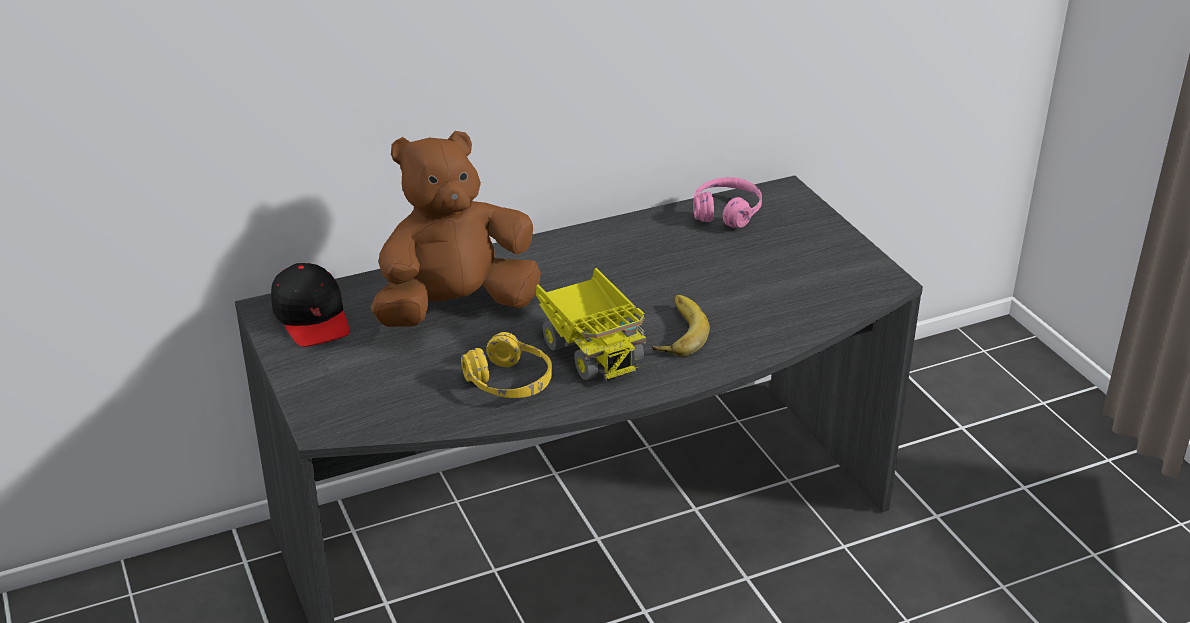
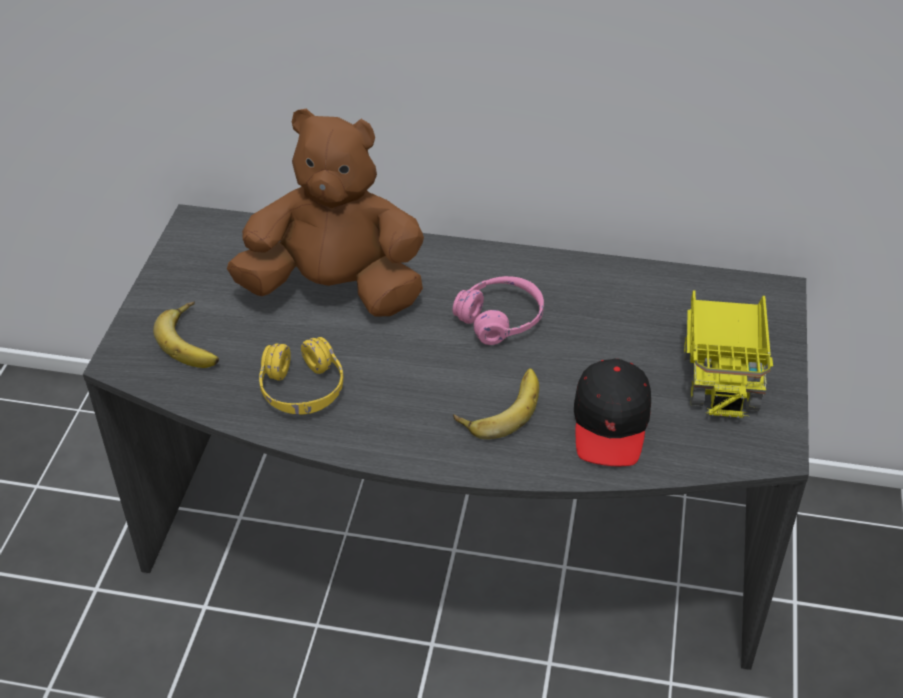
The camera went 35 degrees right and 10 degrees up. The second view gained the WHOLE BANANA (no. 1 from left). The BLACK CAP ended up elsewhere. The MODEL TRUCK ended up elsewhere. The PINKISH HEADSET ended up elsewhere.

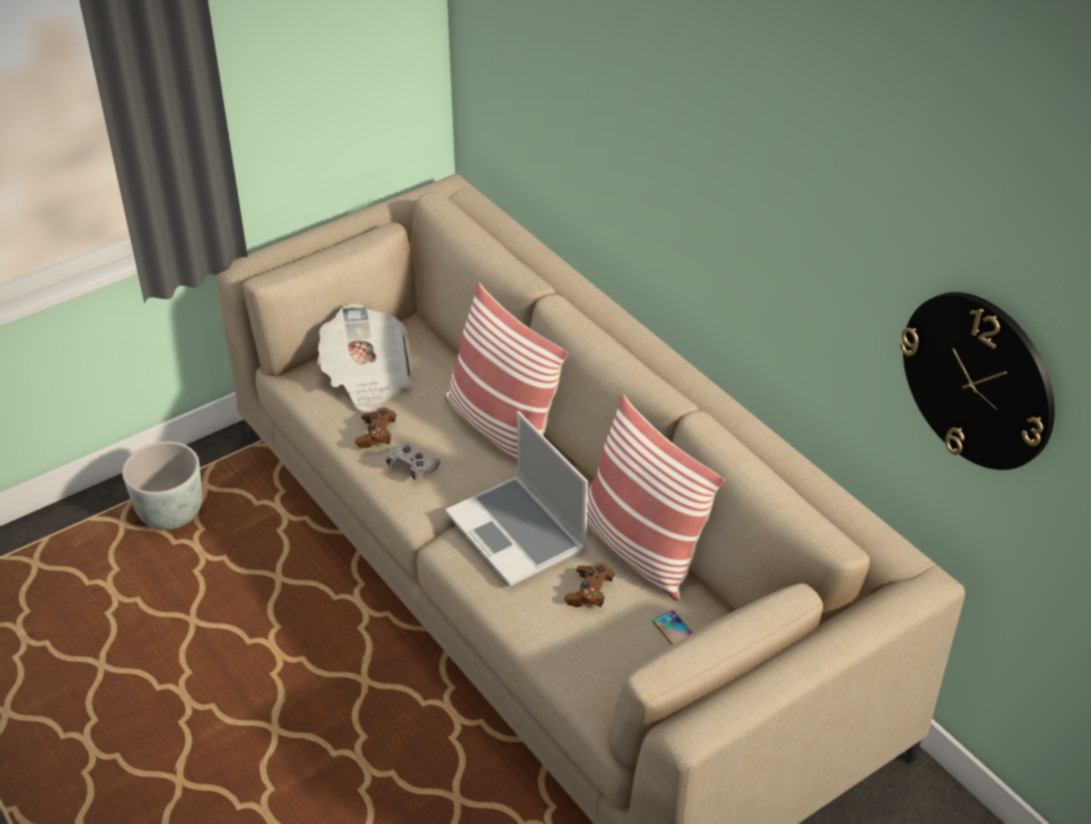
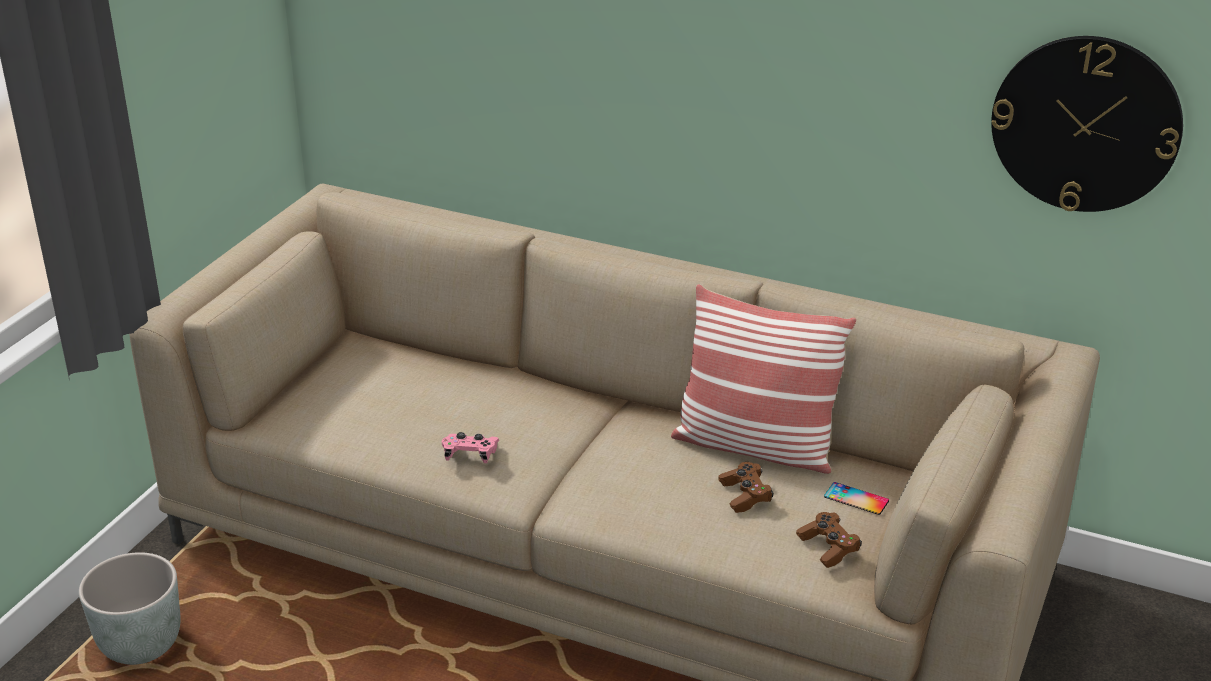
The camera went 30 degrees left and 10 degrees down. The second view lost the NEWSPAPER. The second view lost the THROW PILLOW (no. 1 from left). The second view lost the PORTABLE COMPUTER. The BROWN JOYPAD (no. 1 from left in the first image) ended up elsewhere. What was the GREYISH JOYPAD turned into the PINKISH JOYPAD.

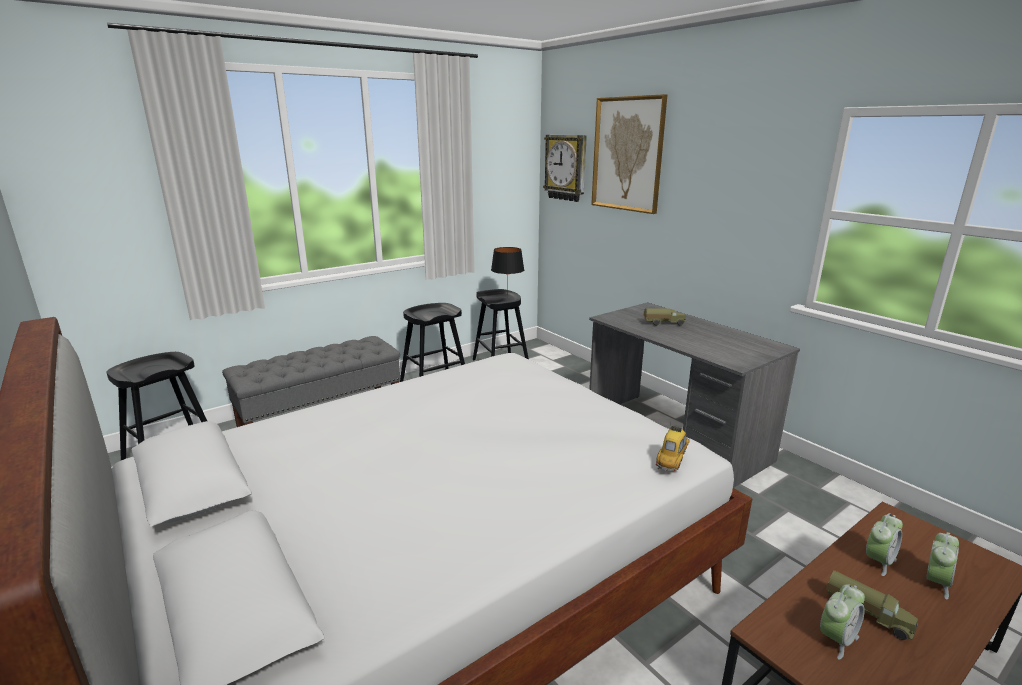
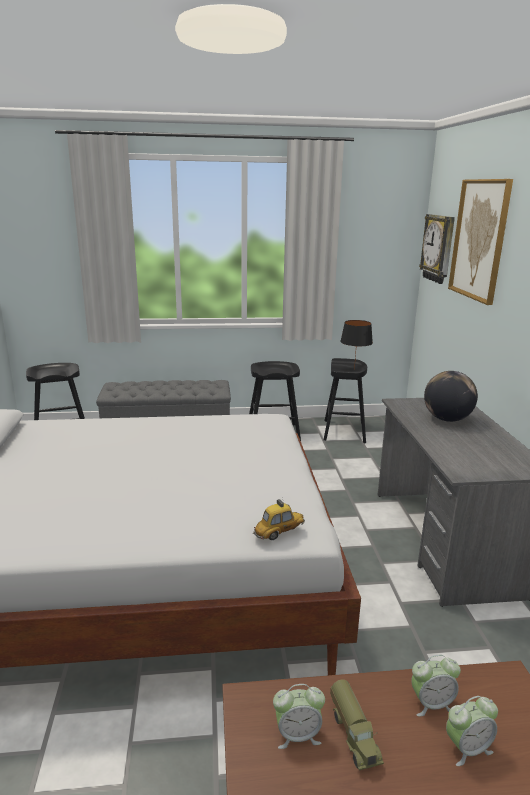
The camera went 30 degrees right and 0 degrees up. Where the MODEL TRUCK (no. 1 from left) stood, the WORLD GLOBE came to stand.

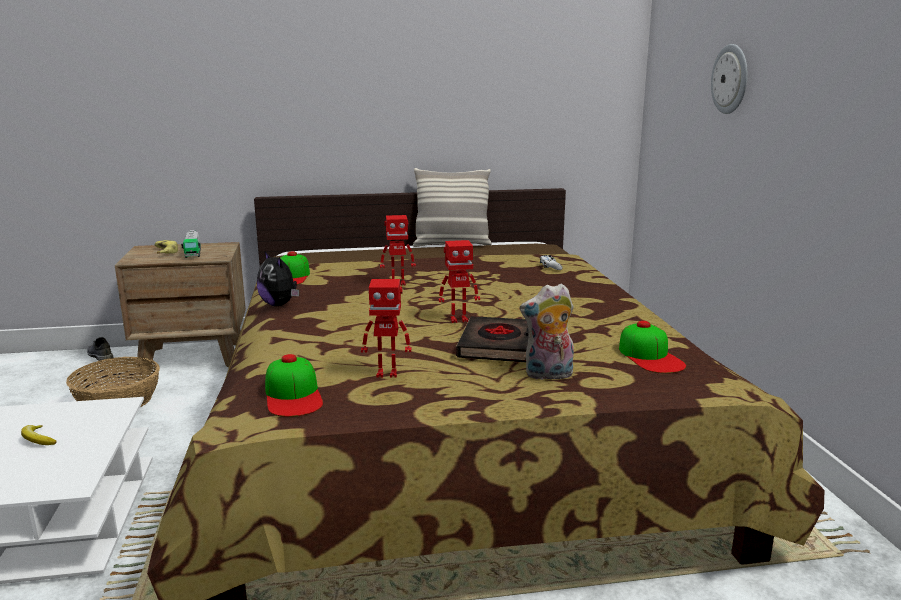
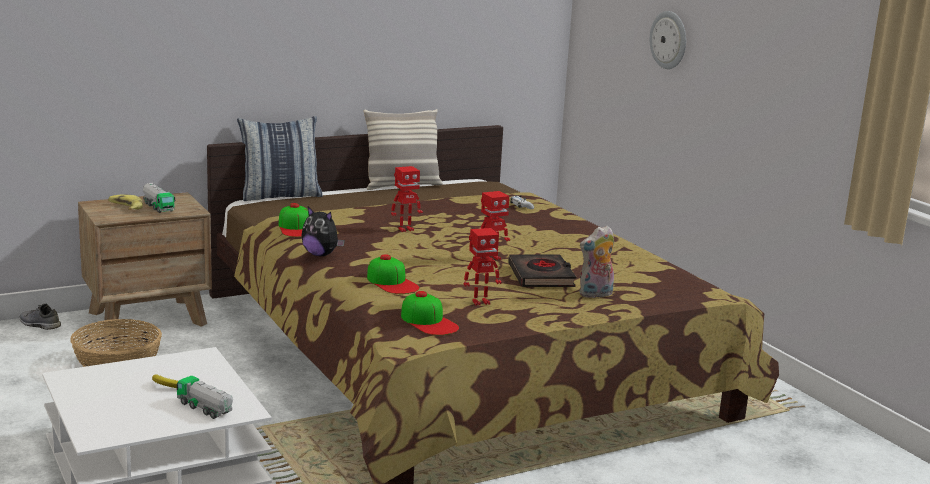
The camera went 20 degrees left and 0 degrees up. The second view gained the MODEL TRUCK (no. 2 from left). The second view gained the THROW PILLOW (no. 1 from left). The CAP (no. 3 from left in the first image) ended up elsewhere.

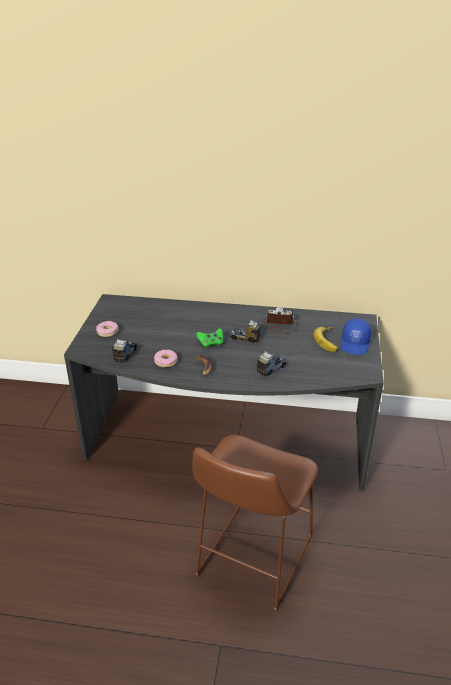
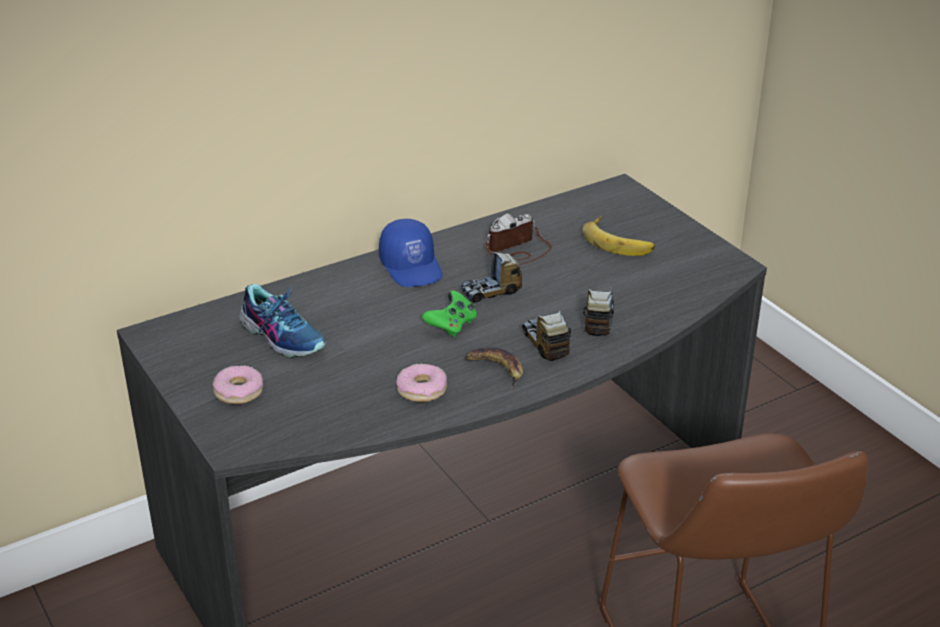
The camera went 40 degrees left and 0 degrees up. The second view gained the LOW SHOE. The MODEL TRUCK (no. 1 from left in the first image) ended up elsewhere. The BLUE-COLOURED CAP ended up elsewhere.

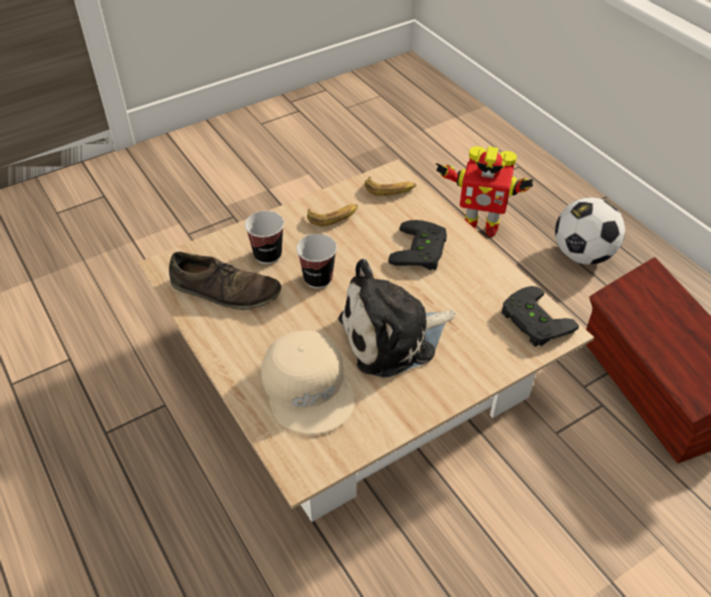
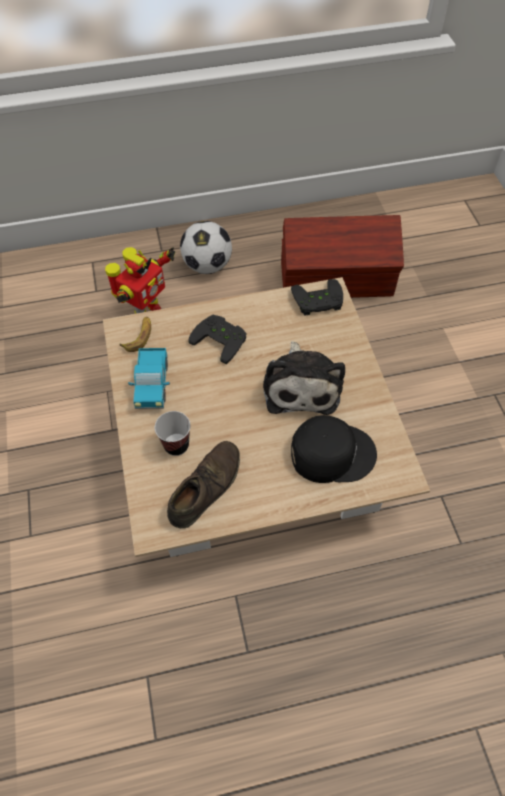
The camera went 70 degrees left and 10 degrees up. The second view lost the DRINKING CUP (no. 2 from left). Where the WHOLE BANANA (no. 1 from left) stood, the MODEL TRUCK came to stand. What was the BEIGE-COLOURED CAP turned into the BLACK CAP.

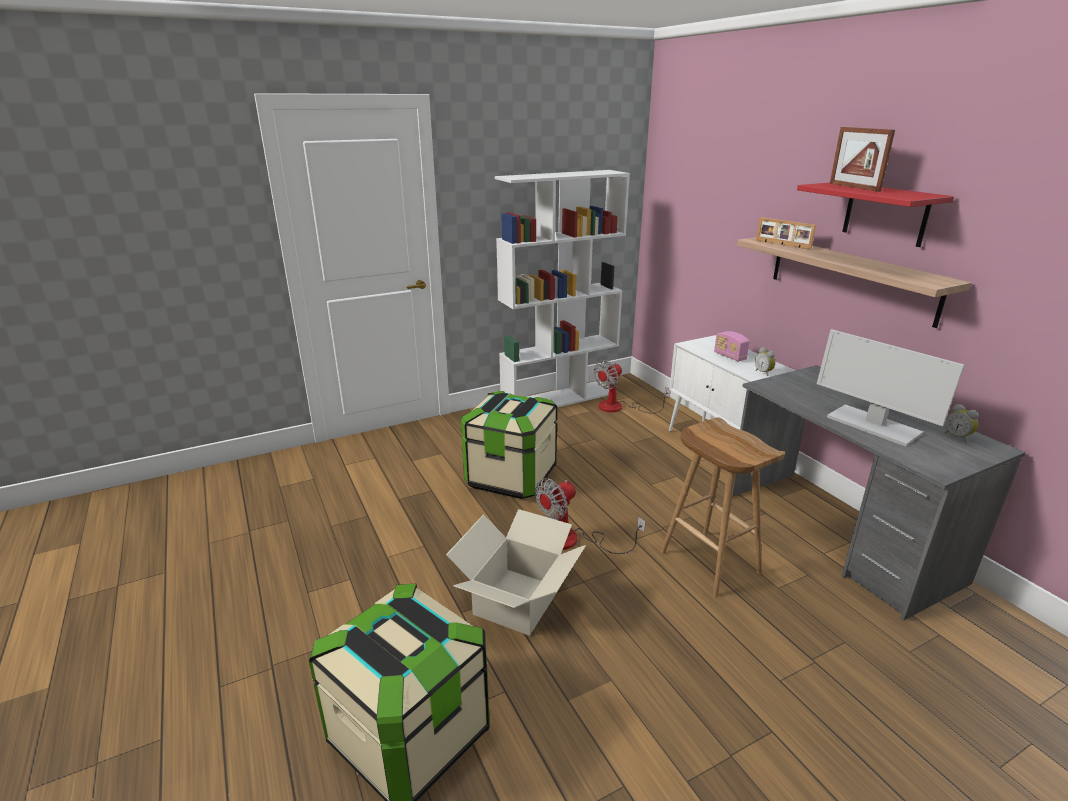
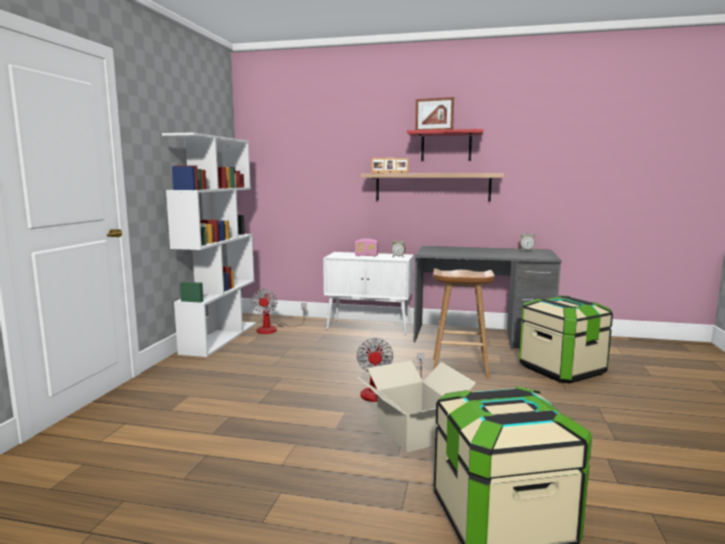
The camera went 50 degrees left and 15 degrees down. The second view lost the COMPUTER SCREEN. The STORAGE BOX (no. 2 from left) ended up elsewhere.

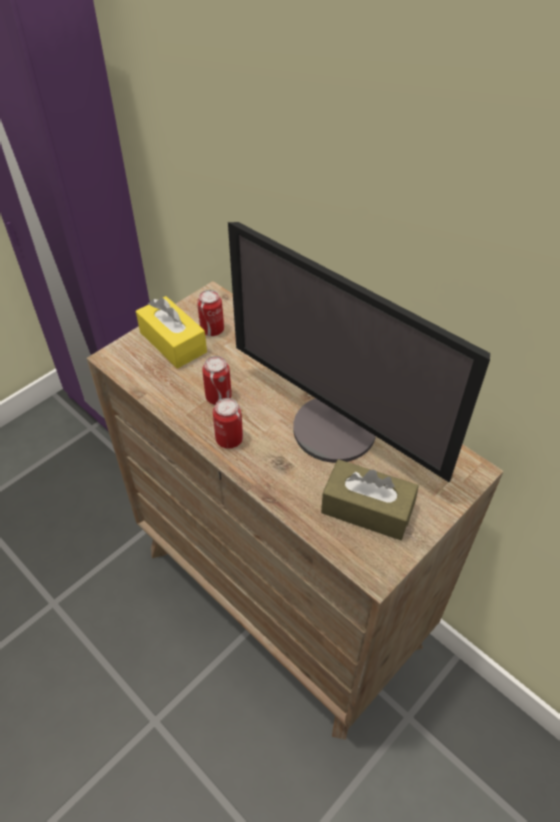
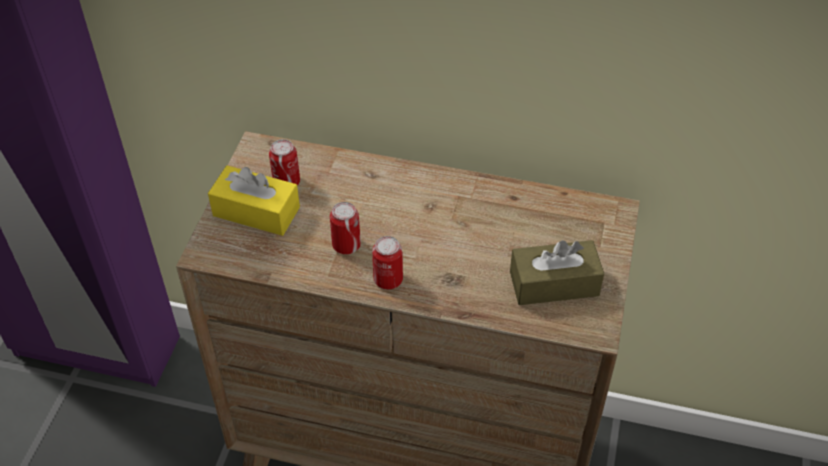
The camera went 30 degrees left and 0 degrees up. The second view lost the COMPUTER SCREEN.

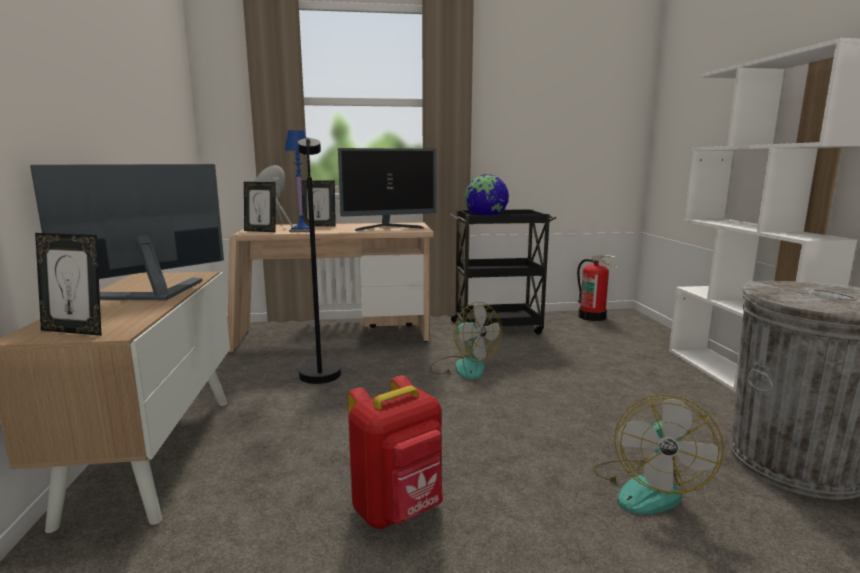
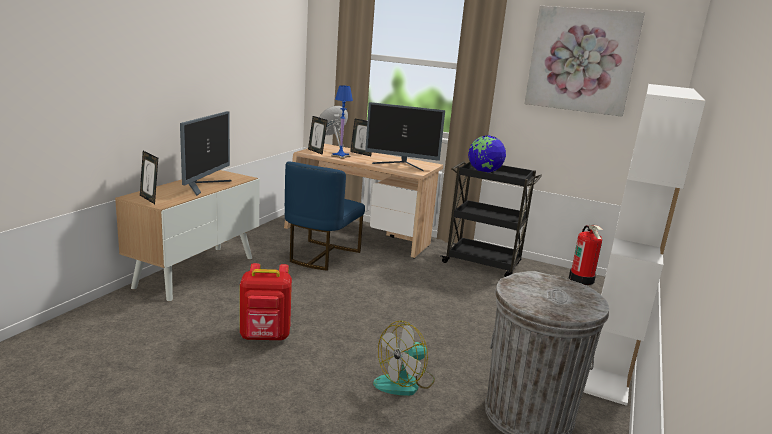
The camera went 30 degrees right and 5 degrees up. The second view lost the FAN (no. 1 from left). The second view gained the PICTURE. Where the BLACK STANDING LAMP stood, the BLUE-COLOURED PLAIN CHAIR came to stand. The COMPUTER SCREEN (no. 1 from left) ended up facing another way, 120 degrees clockwise from before.

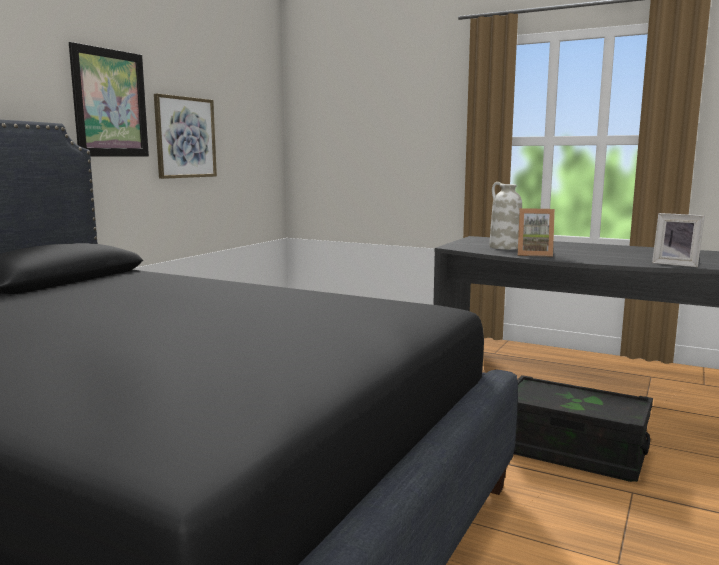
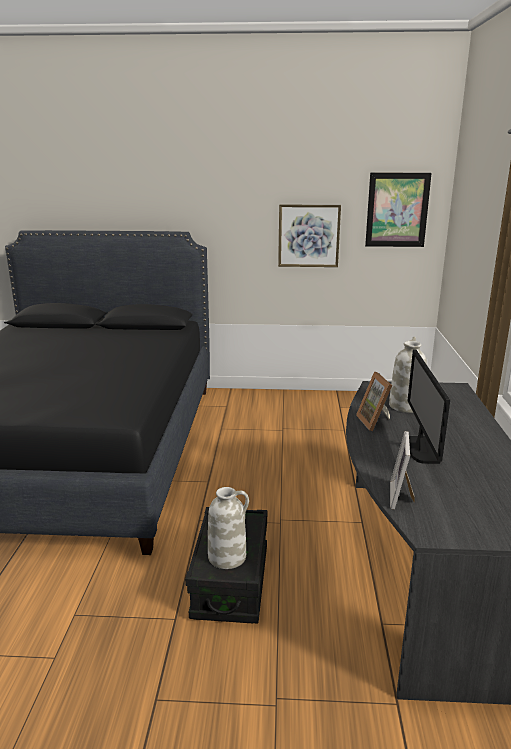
The camera went 65 degrees right and 10 degrees up. The second view gained the WHITE-COLOURED VASE (no. 1 from left). The second view gained the COMPUTER SCREEN. The PICTURE (no. 1 from left in the first image) ended up elsewhere.

